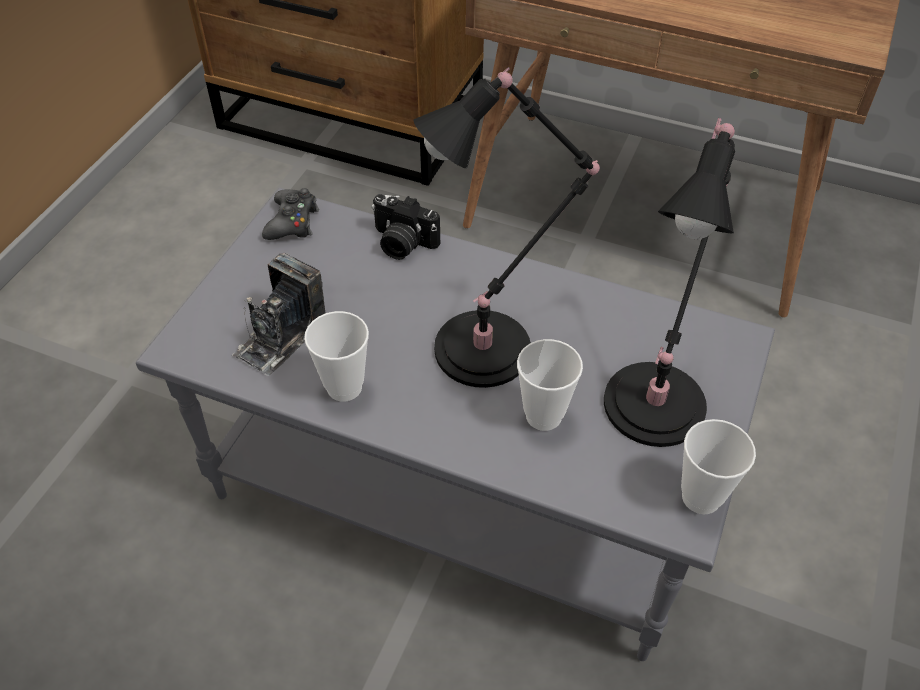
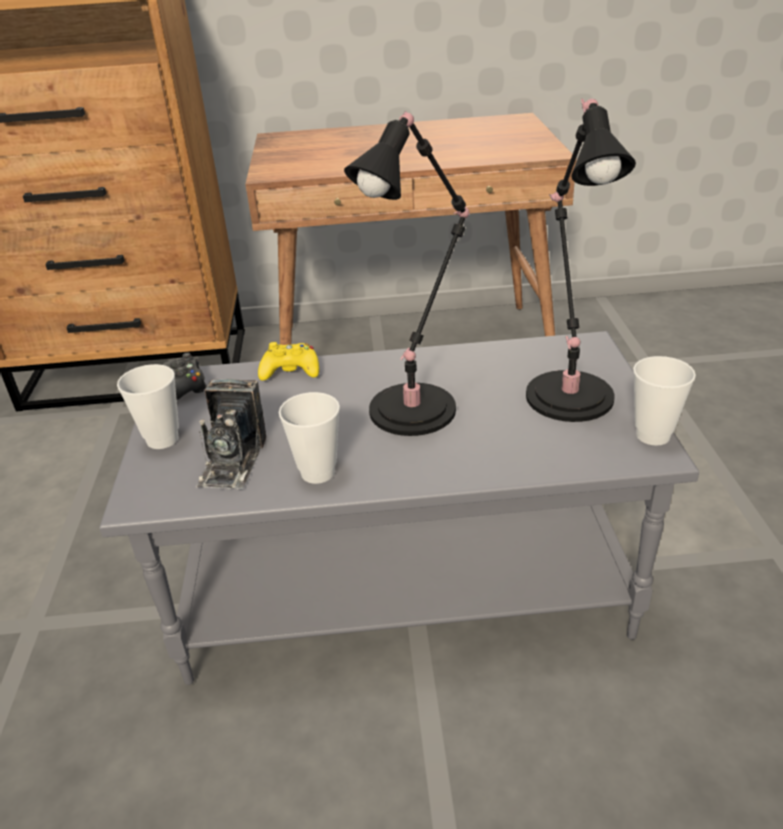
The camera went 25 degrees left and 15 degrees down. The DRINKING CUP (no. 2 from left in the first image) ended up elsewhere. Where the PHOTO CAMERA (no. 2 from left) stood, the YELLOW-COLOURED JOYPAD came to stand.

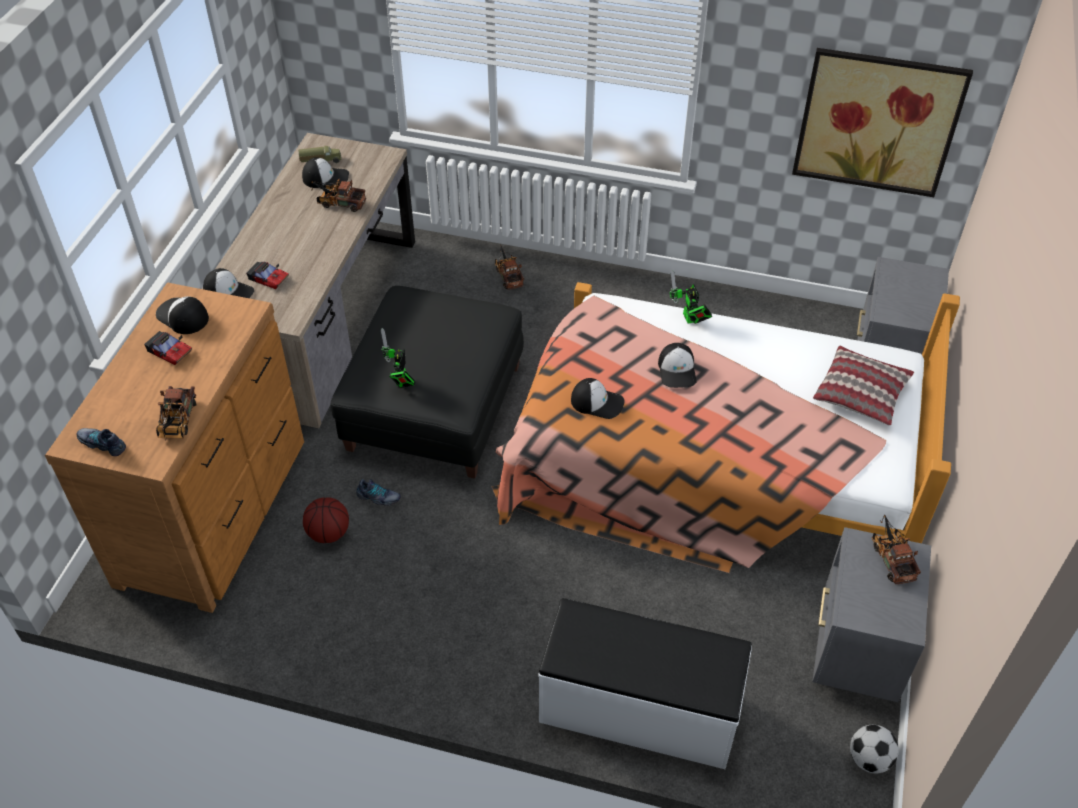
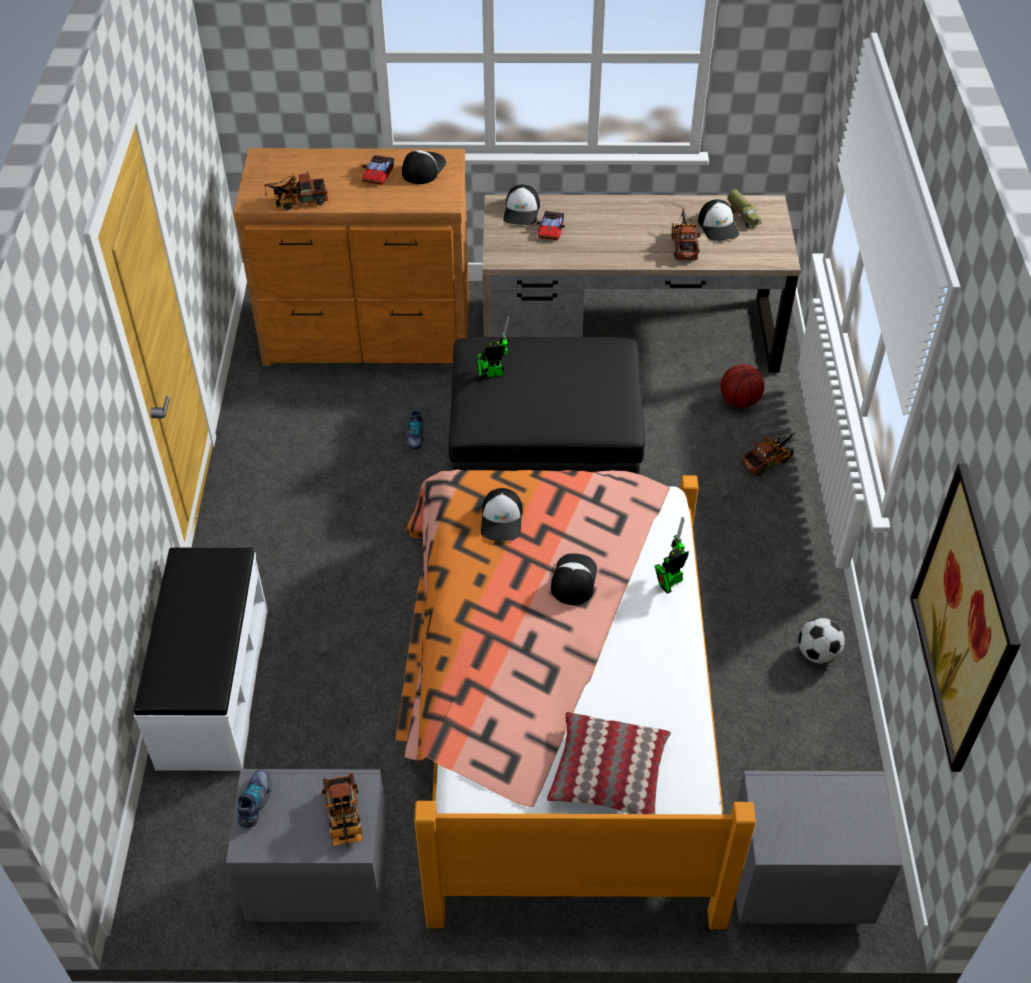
The camera went 75 degrees right and 0 degrees up. The LOW SHOE (no. 1 from left) ended up elsewhere. The BASKETBALL BALL ended up elsewhere. The BALL FOR FOOTBALL ended up elsewhere. The CAP (no. 5 from left in the first image) ended up facing another way, 120 degrees clockwise from before. The MODEL TRUCK (no. 5 from left in the first image) ended up facing another way, 105 degrees clockwise from before.

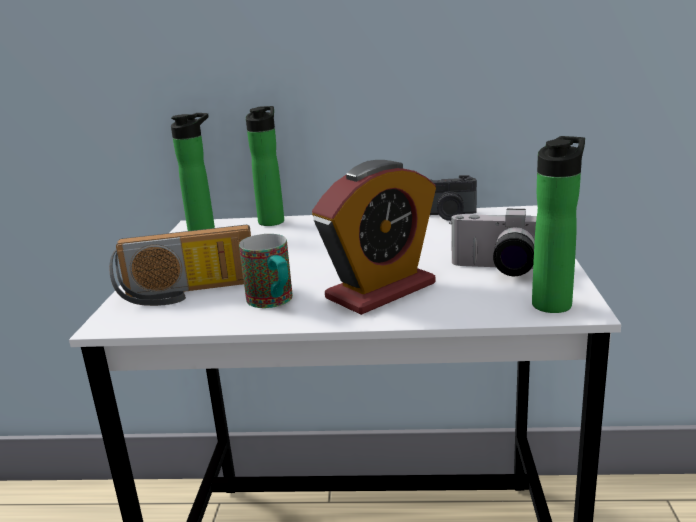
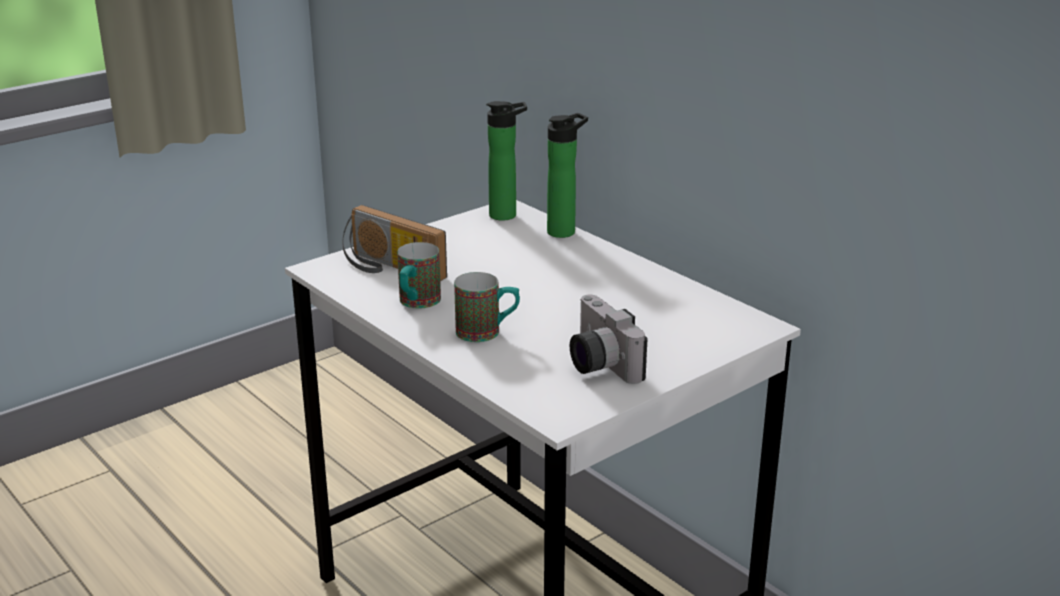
The camera went 45 degrees right and 5 degrees up. The second view lost the PHOTO CAMERA (no. 1 from left). The second view lost the BOTTLE (no. 3 from left). Where the BEDSIDE CLOCK stood, the TEA MUG (no. 2 from left) came to stand.

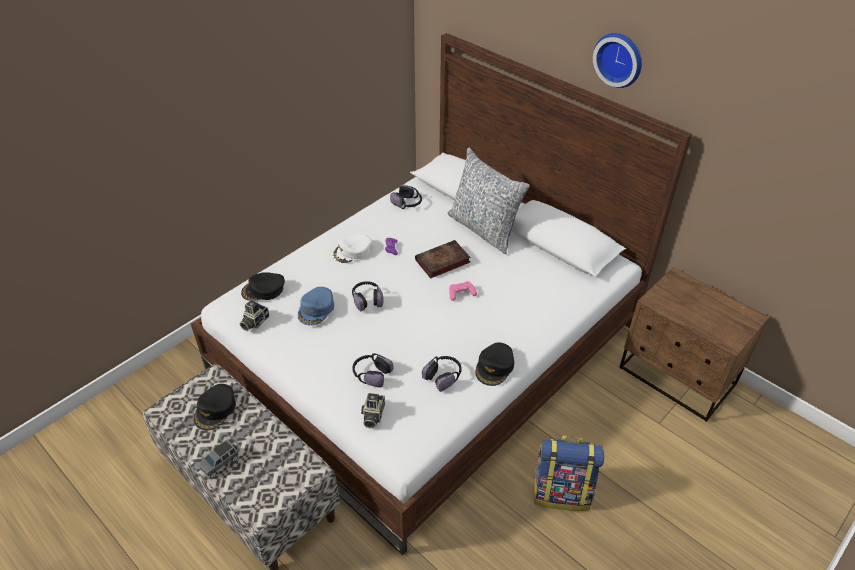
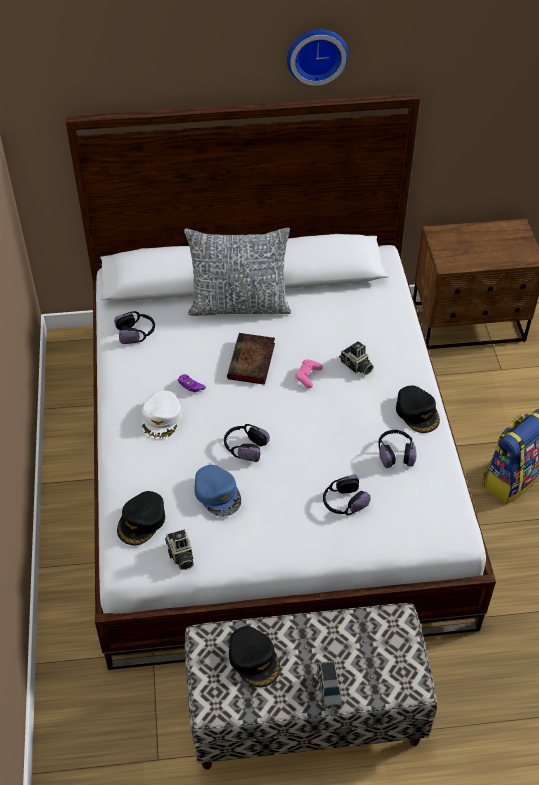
The camera went 50 degrees left and 5 degrees up. The PHOTO CAMERA (no. 2 from left) ended up elsewhere.

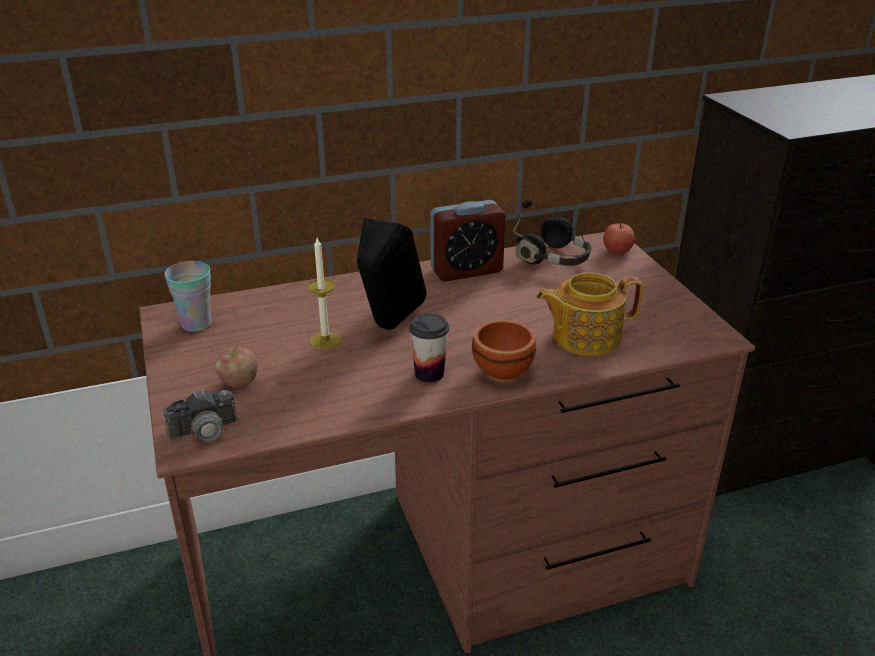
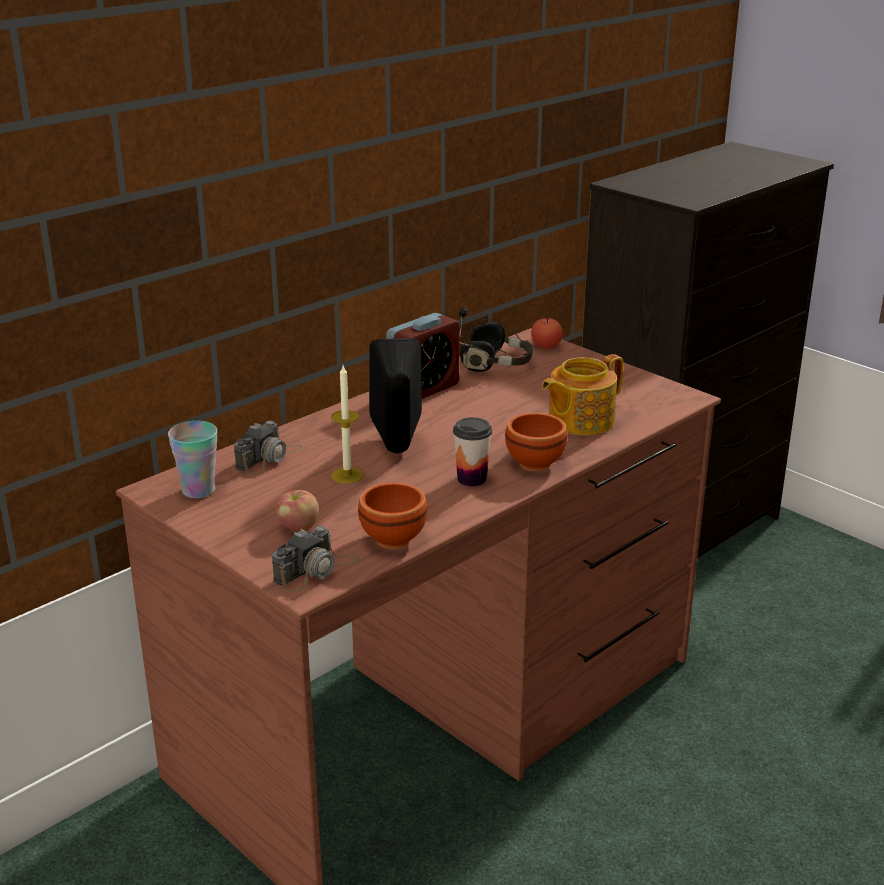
The camera went 25 degrees left and 5 degrees down. The second view gained the PHOTO CAMERA (no. 1 from left). The second view gained the BROWN BOWL (no. 1 from left).

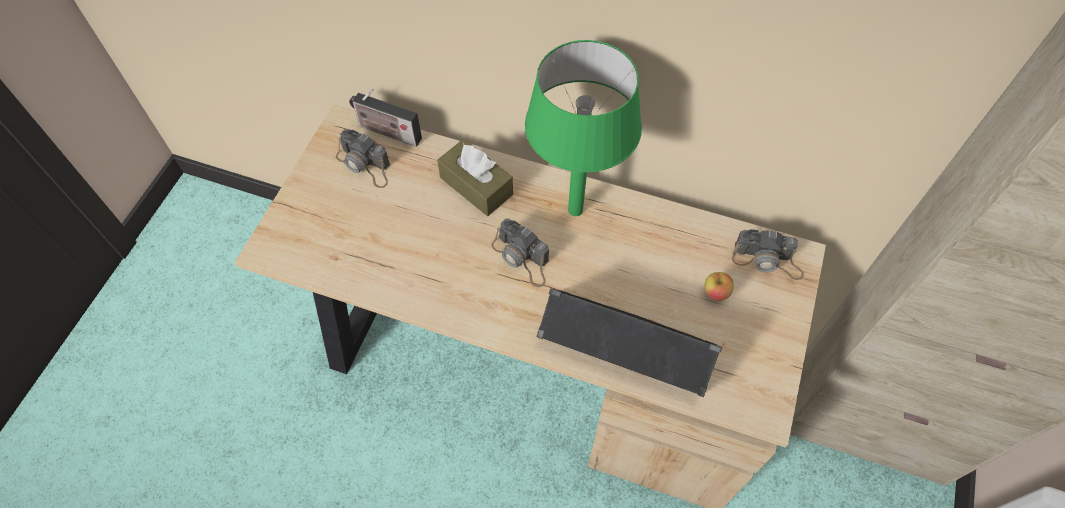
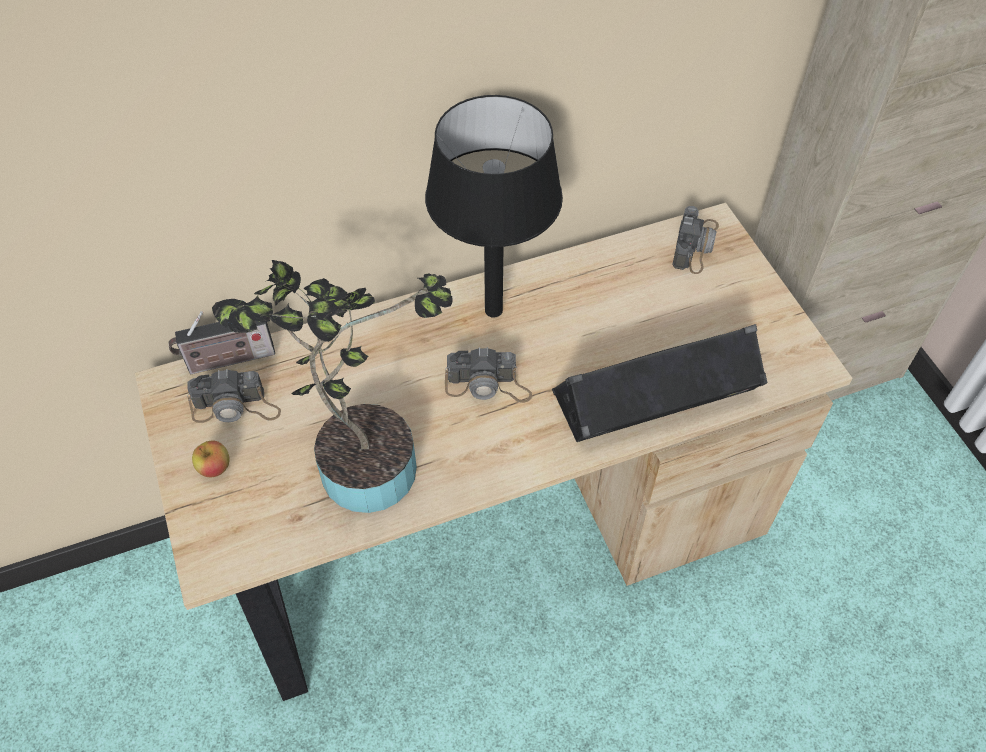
The camera went 40 degrees left and 5 degrees down. The second view lost the BROWN TISSUE HOLDER. The second view gained the POTTED PLANT. The WHOLE APPLE ended up elsewhere. What was the GREEN TABLETOP LAMP turned into the BLACK TABLETOP LAMP. The PHOTO CAMERA (no. 3 from left) ended up facing another way, 45 degrees counterclockwise from before.

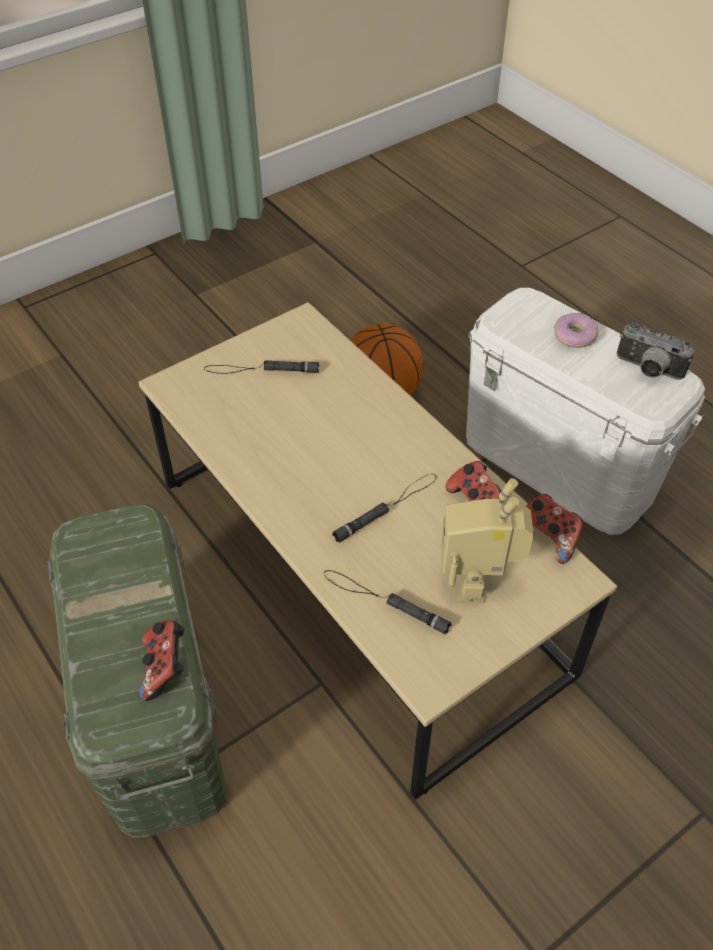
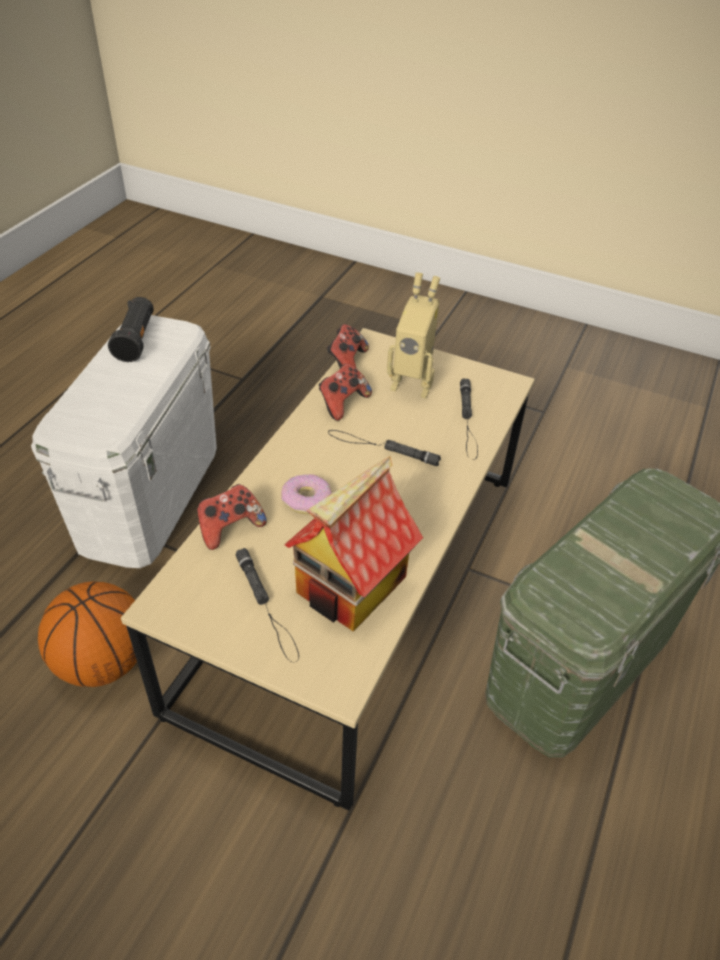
The camera went 120 degrees left and 5 degrees down. The second view gained the MINIATURE HOUSE. The JOYPAD (no. 1 from left) ended up elsewhere. The RING DOUGHNUT ended up elsewhere. Where the PHOTO CAMERA stood, the BLACK HAND TORCH (no. 1 from left) came to stand. The ROBOT FIGURE ended up facing another way, 45 degrees clockwise from before.

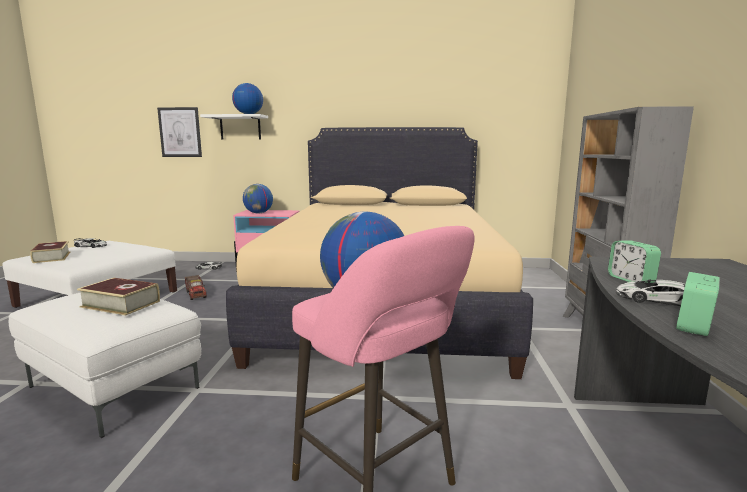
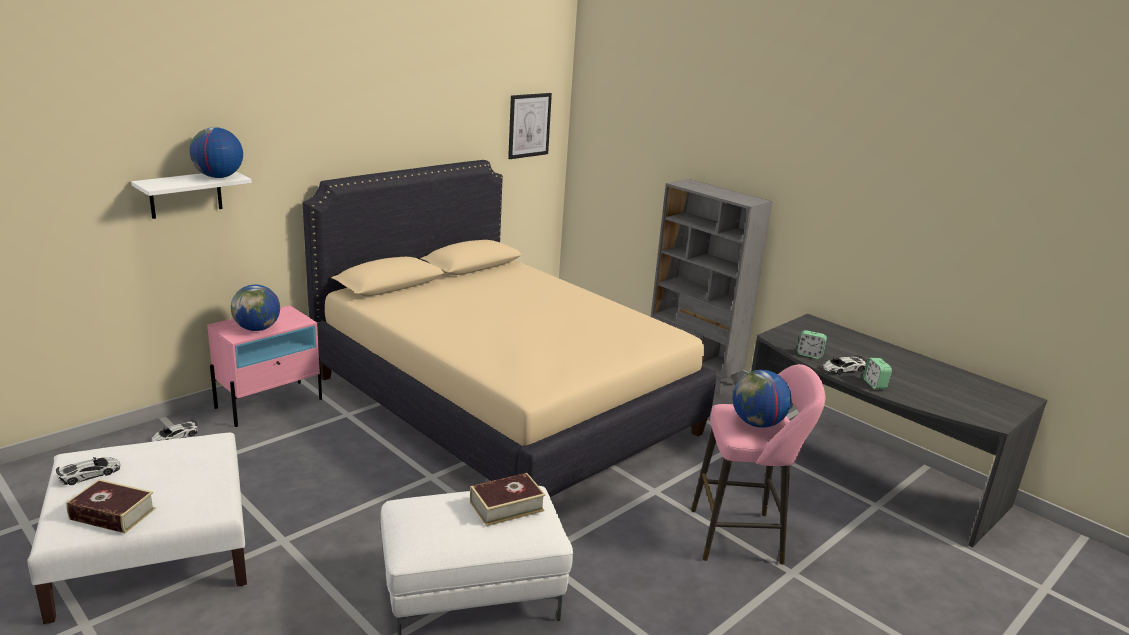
The camera went 50 degrees left and 10 degrees up. The second view lost the MODEL TRUCK. The PICTURE ended up elsewhere.

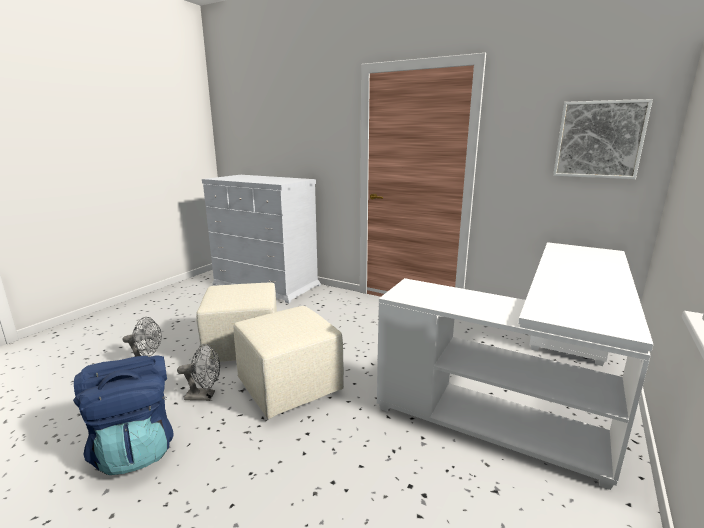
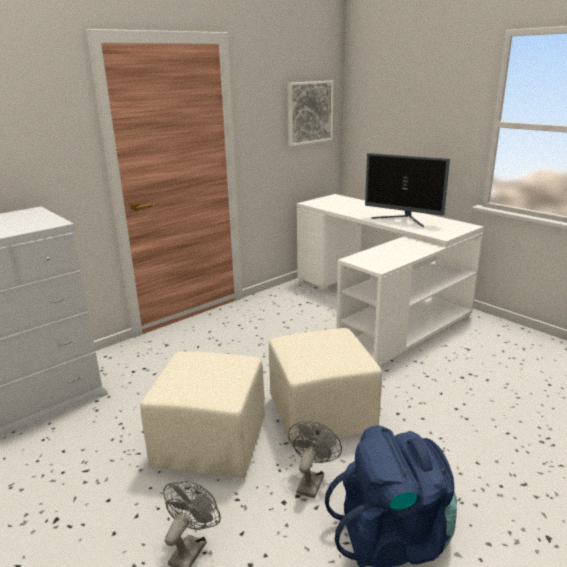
The camera went 70 degrees left and 5 degrees up. The second view gained the COMPUTER SCREEN.

